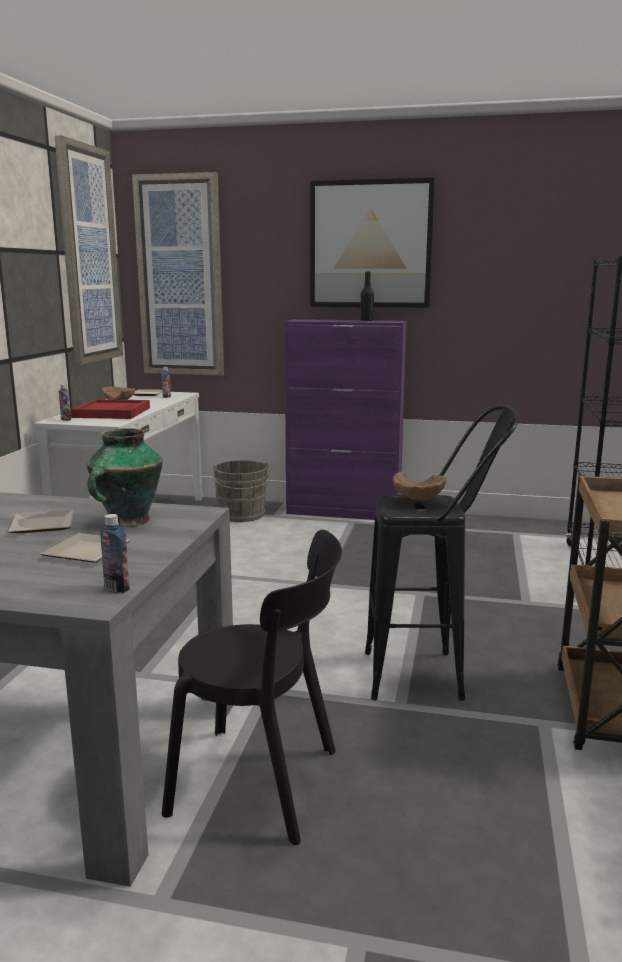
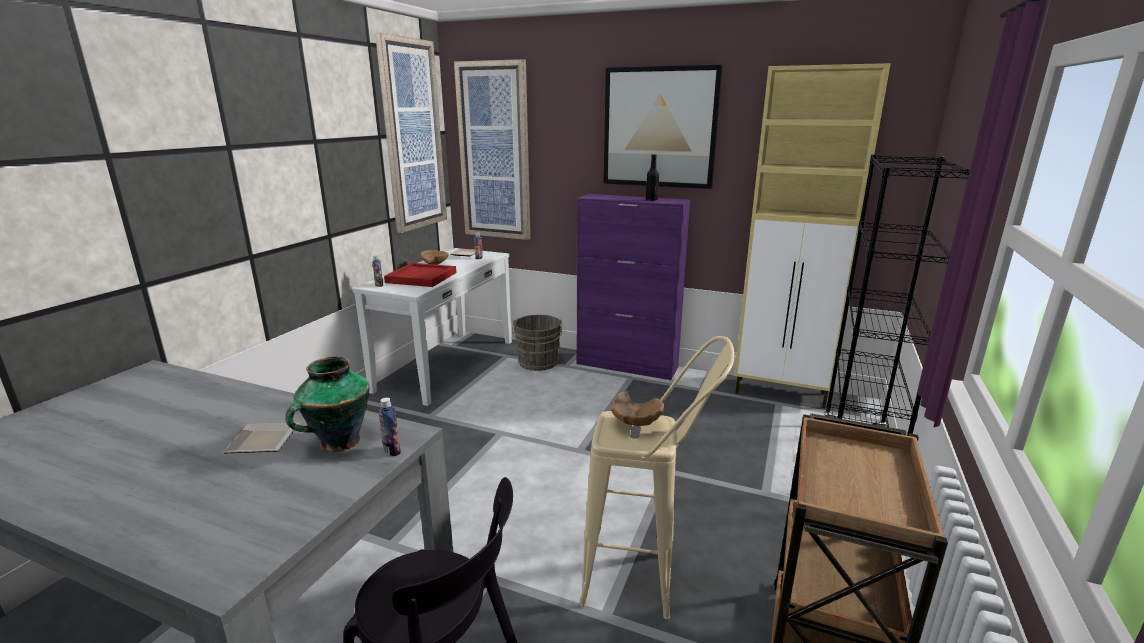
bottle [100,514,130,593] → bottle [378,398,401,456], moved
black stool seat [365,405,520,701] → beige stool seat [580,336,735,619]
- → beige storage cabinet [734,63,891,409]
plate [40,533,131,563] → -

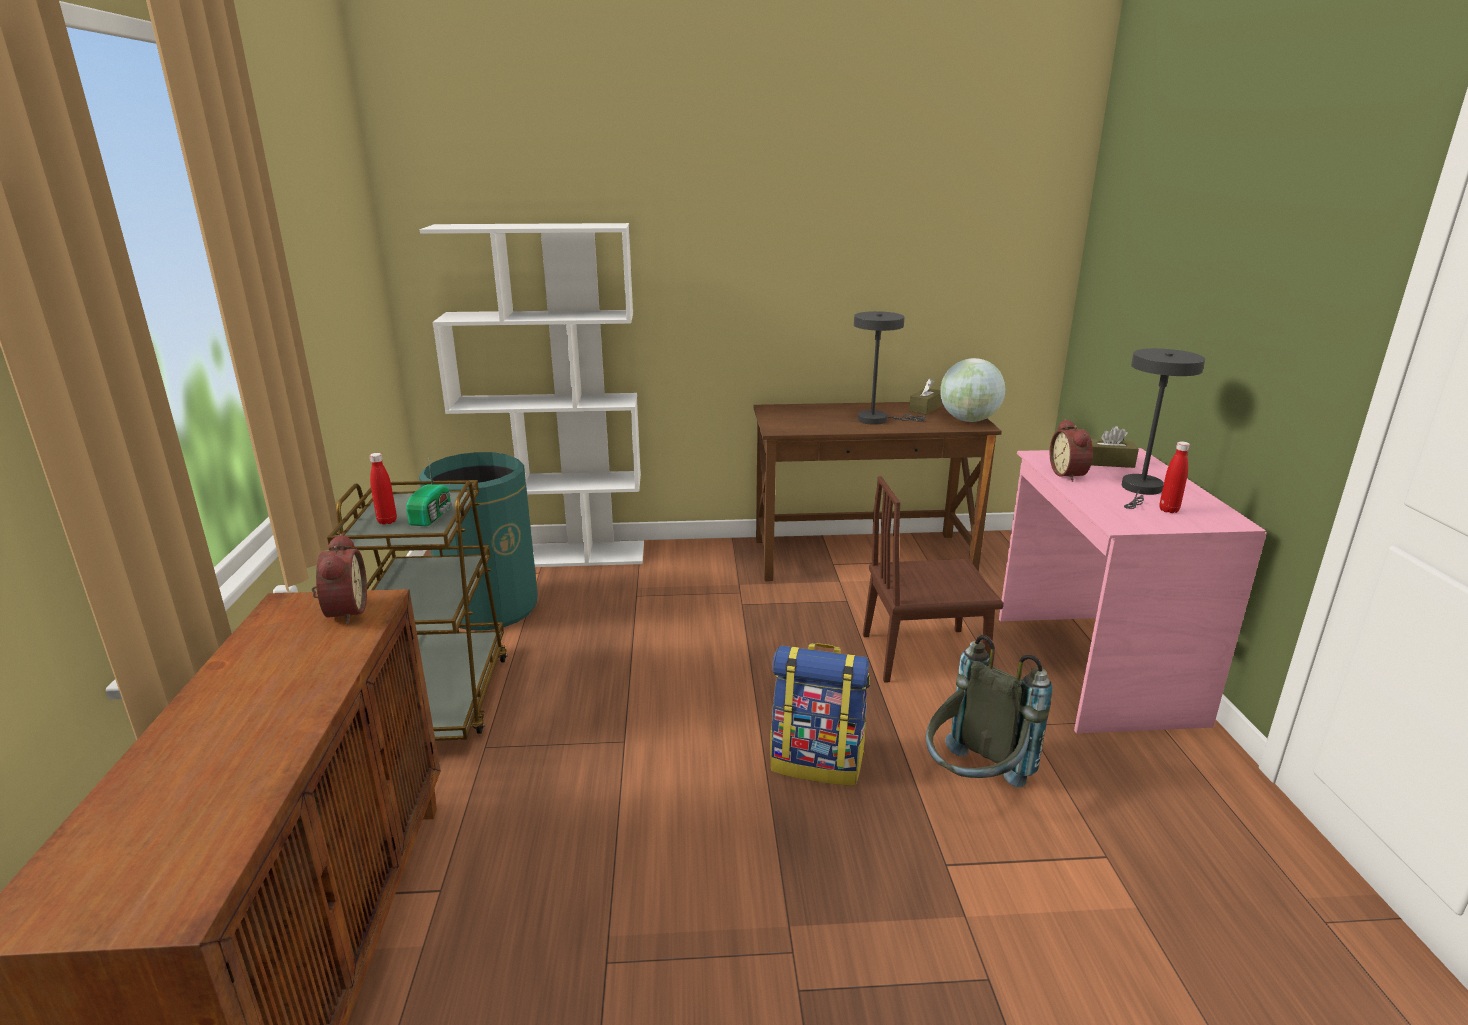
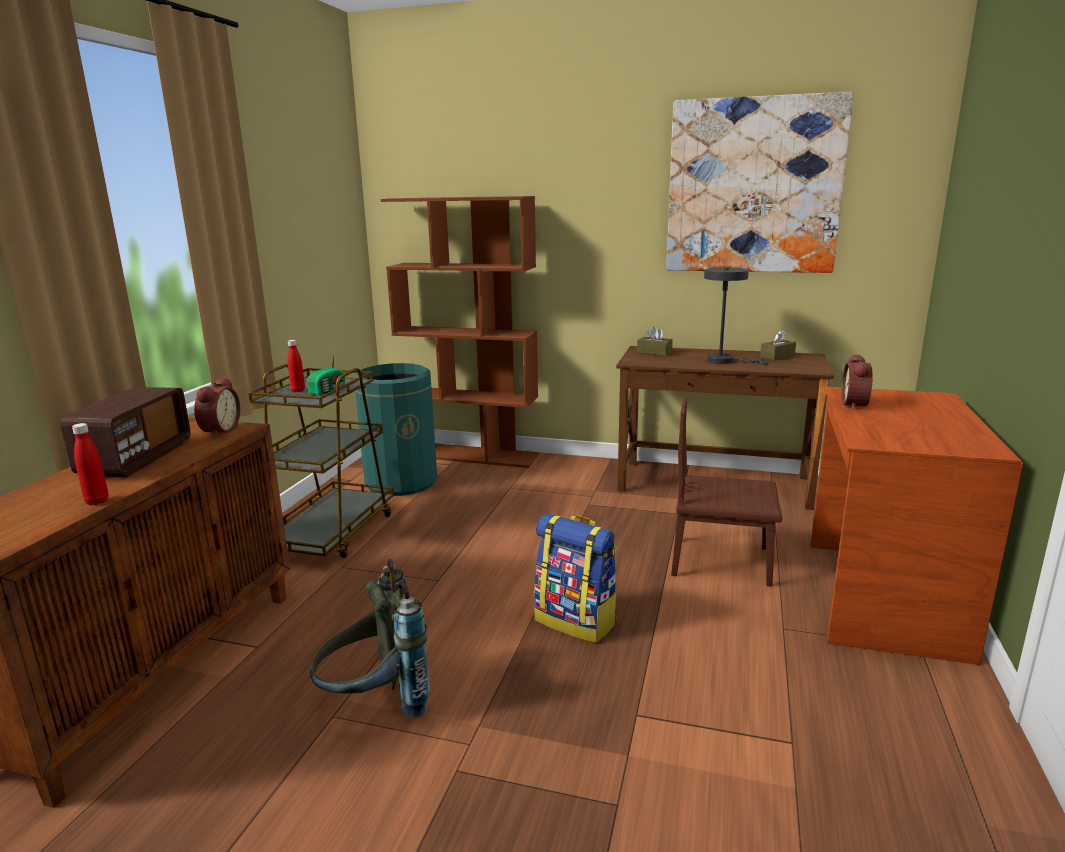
- → radio receiver [60,387,191,477]
reddish bottle [1159,441,1190,513] → reddish bottle [72,423,109,505], moved
grey knapsack [926,635,1052,787] → grey knapsack [310,559,430,718], moved
whitish shelving unit [420,223,644,567] → brownish shelving unit [381,196,539,468]
brownish box of tissues [1091,426,1139,468] → brownish box of tissues [637,326,673,356], moved
- → wall art [666,91,854,273]
pink-coloured desk [999,448,1267,733] → brownish desk [810,386,1023,665]
desk globe [940,358,1005,422] → -
grey table lamp [1122,348,1205,509] → -

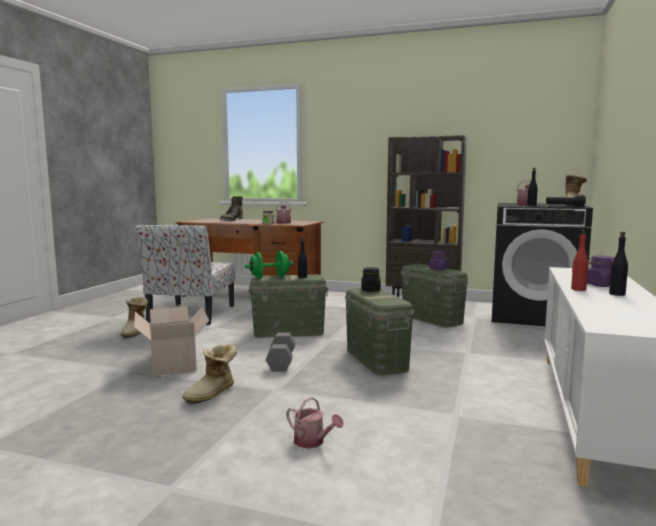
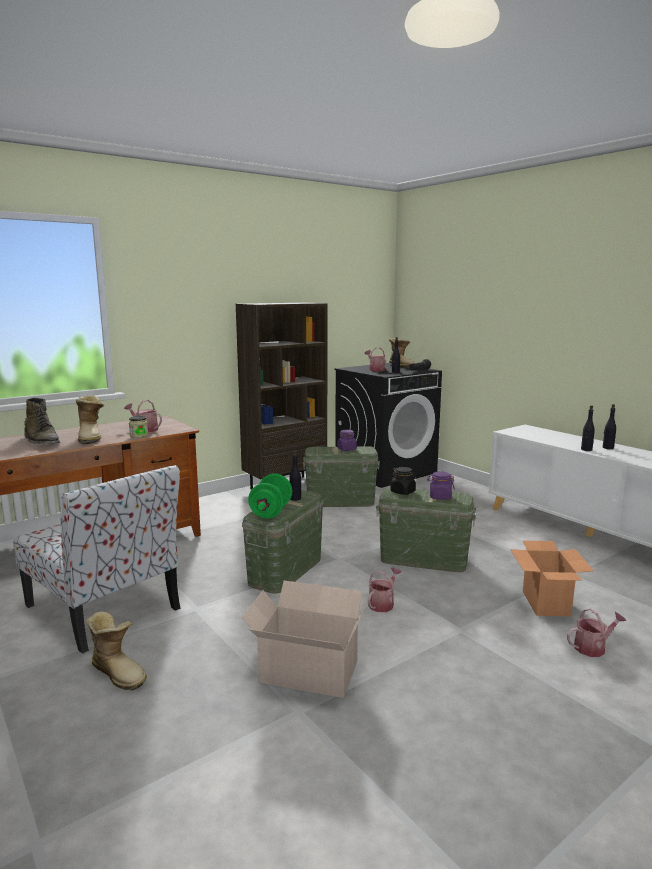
boot [182,344,237,404] → boot [76,395,104,444], moved
grey free weight [266,333,295,372] → sprinkling can [368,567,401,612]
purple-coloured storage jar [587,256,614,287] → purple-coloured storage jar [427,471,455,500], moved
- → carton [510,541,594,616]
reddish bottle [571,230,589,291] → black bottle [581,406,595,451]

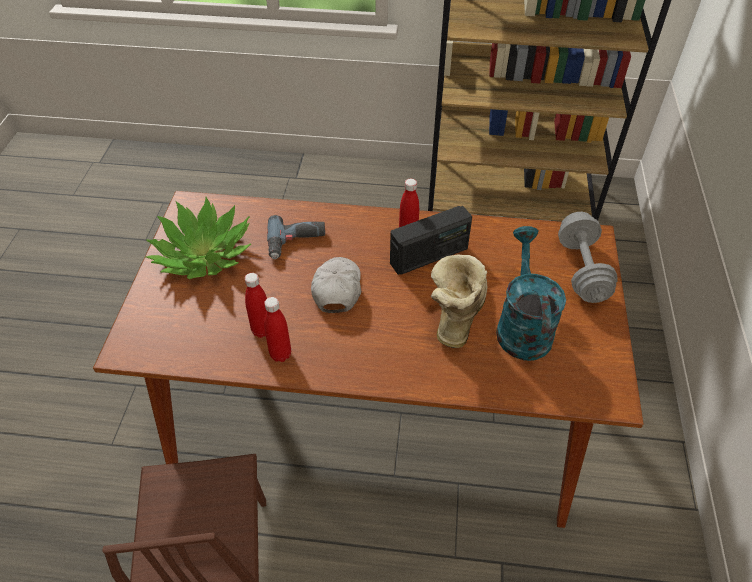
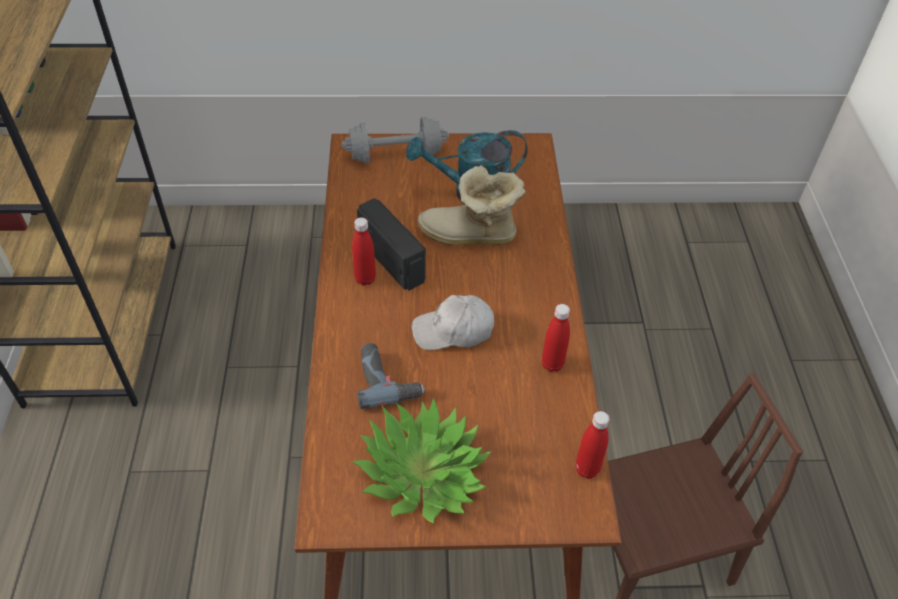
reddish bottle [245,273,267,338] → reddish bottle [575,411,610,479], moved

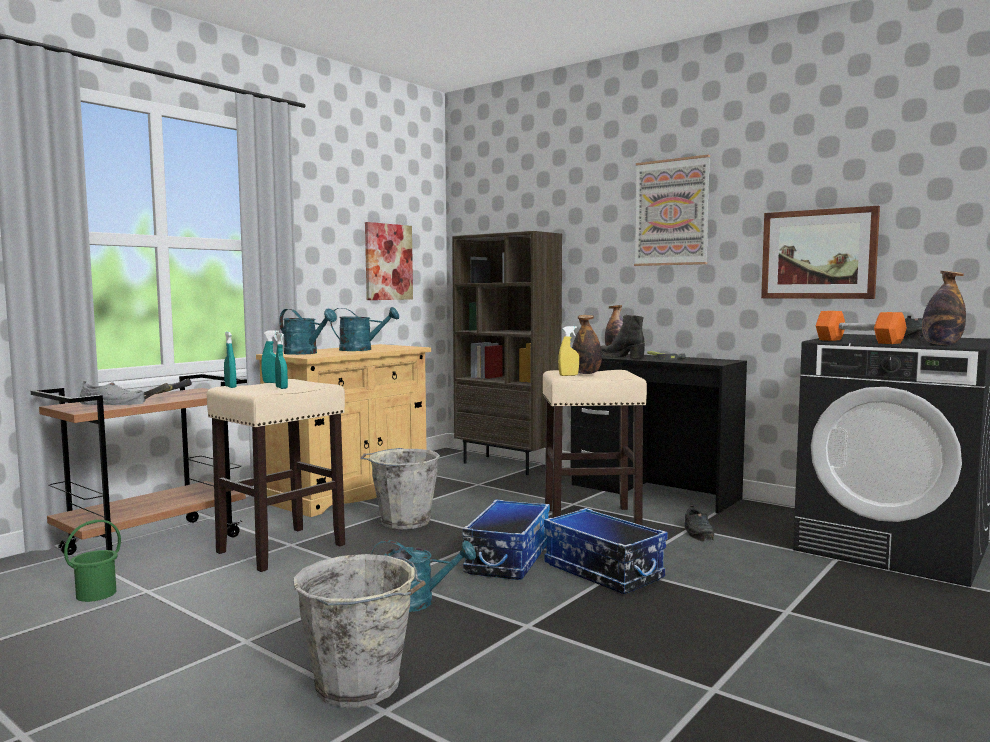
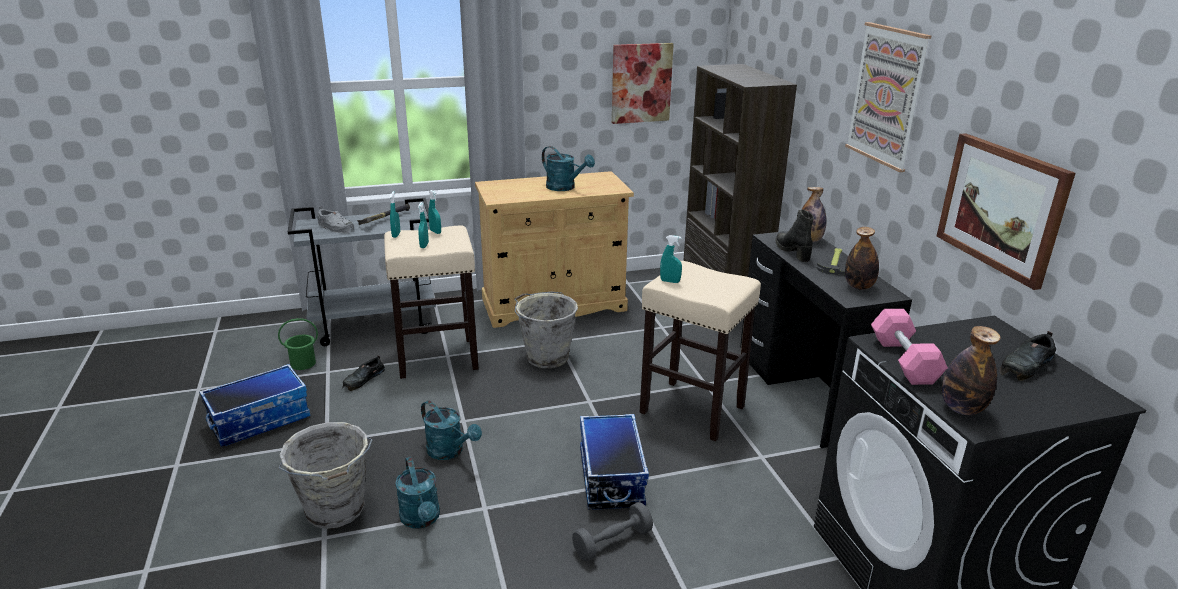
storage bin [462,499,550,580] → storage bin [199,364,310,447], moved
brownish cart [31,374,247,555] → grey cart [288,198,436,346]
black shoe [685,505,714,541] → black shoe [342,355,385,391], moved
turquoise sprinkling can [279,309,337,355] → turquoise sprinkling can [395,457,440,528], moved
- → grey free weight [572,502,653,561]
yellow-coloured spray bottle [558,326,579,376] → turquoise spray bottle [660,235,682,283]
bottle [572,315,602,374] → bottle [845,227,879,290], moved
orange free weight [815,311,907,344] → pink-coloured free weight [871,309,948,385]

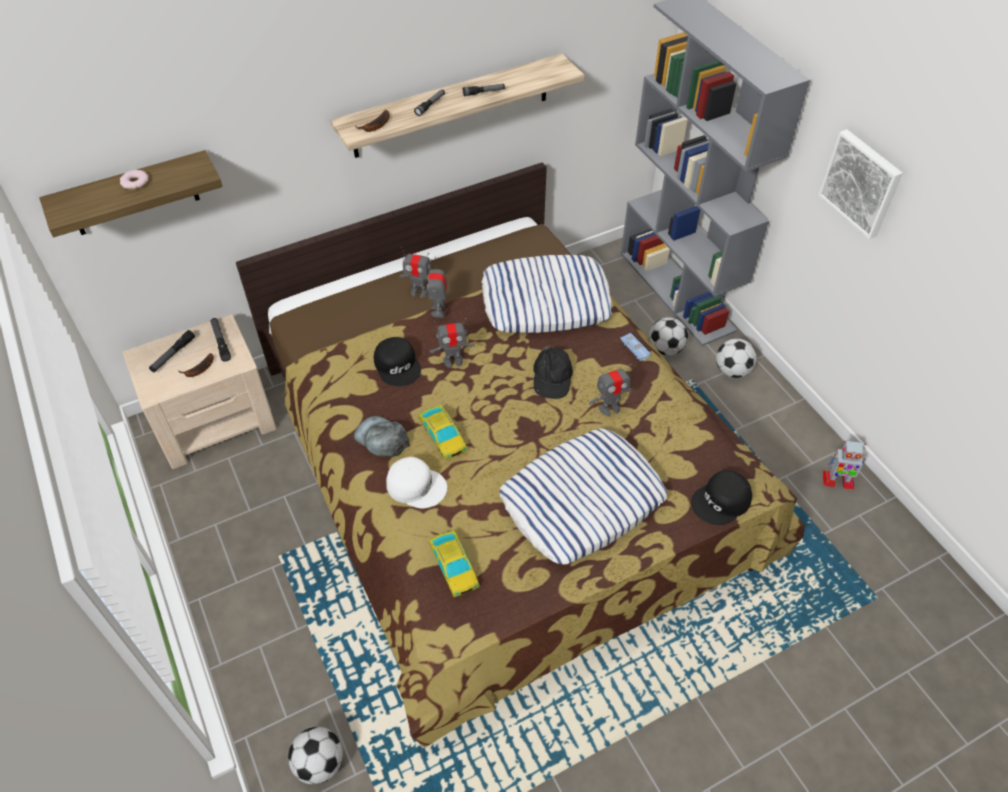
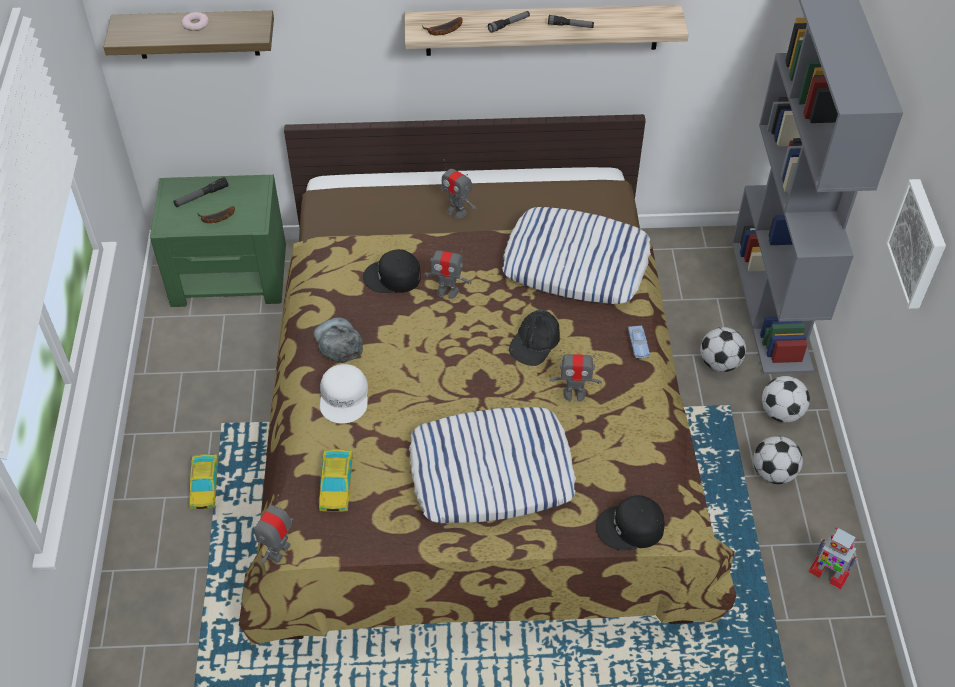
beige night table [122,314,277,469] → green-coloured night table [150,175,286,307]
model car [419,405,468,460] → model car [189,454,218,510], moved
robot figure [427,257,447,318] → robot figure [255,495,293,565], moved
whitish peaked cap [386,457,447,508] → whitish peaked cap [320,364,368,423], 45 degrees clockwise
black peaked cap [374,337,421,387] → black peaked cap [363,249,421,293], 90 degrees clockwise
football [288,727,343,784] → football [753,436,803,484], moved
torch [211,318,231,361] → -

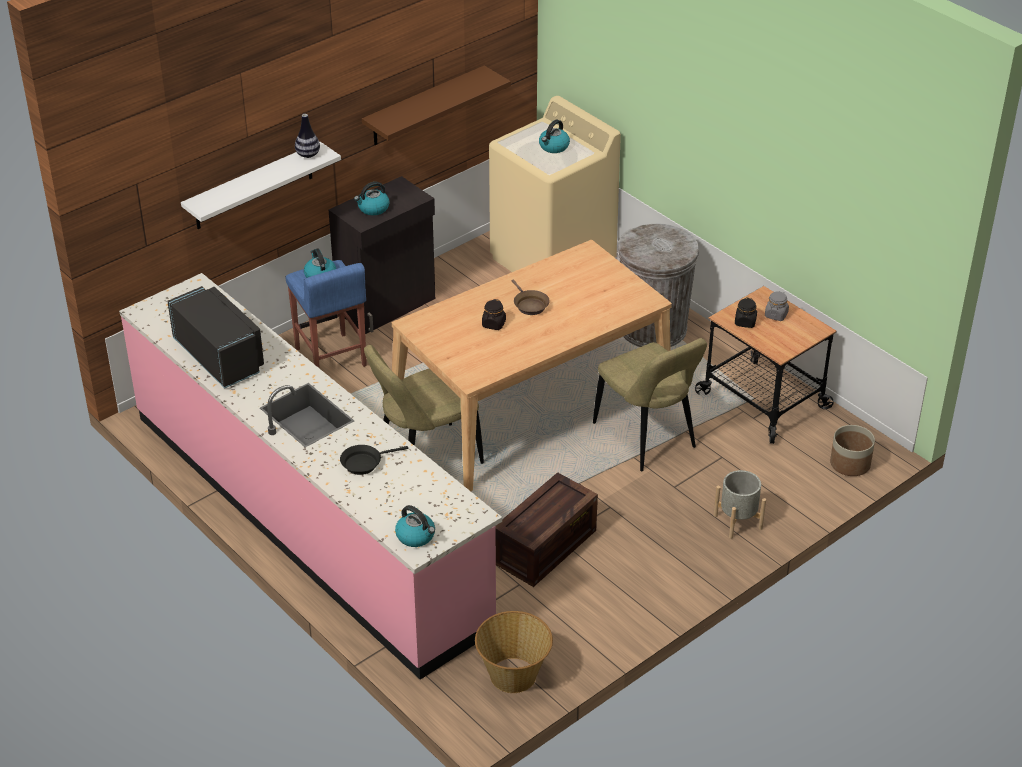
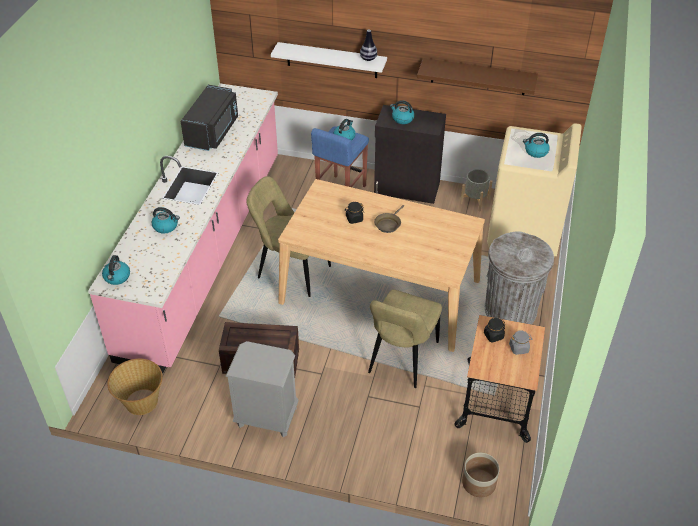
black skillet [340,445,408,475] → kettle [152,207,180,234]
- → grey night table [226,341,299,437]
grey flower pot [714,470,766,539] → grey flower pot [460,169,493,212], moved

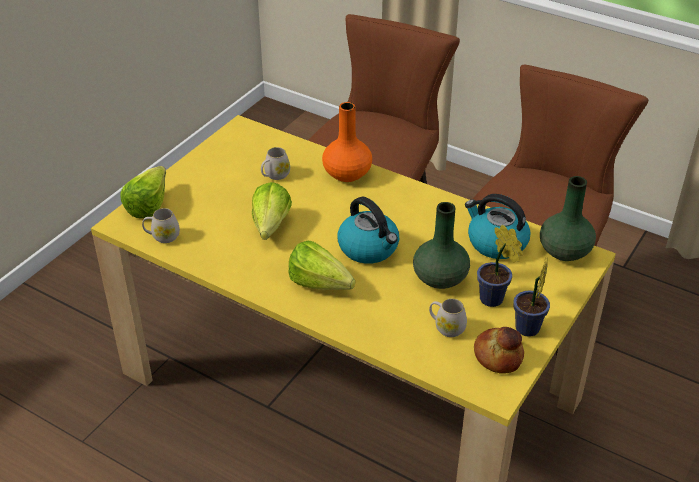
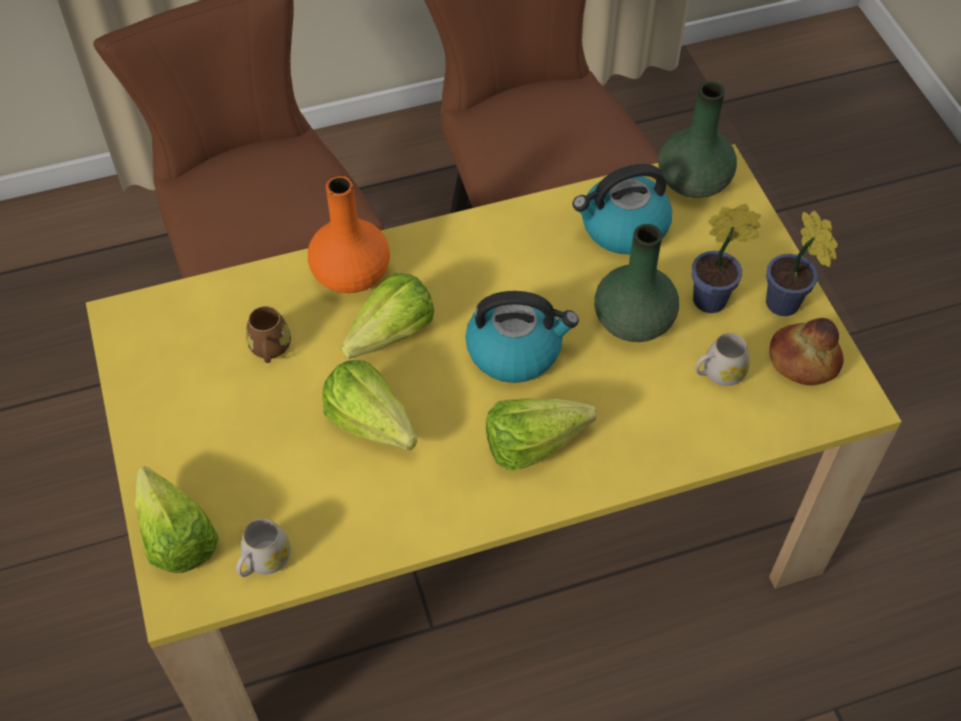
whitish tea mug [261,147,290,180] → brownish tea mug [246,306,291,363]
- → lettuce [341,273,434,359]

